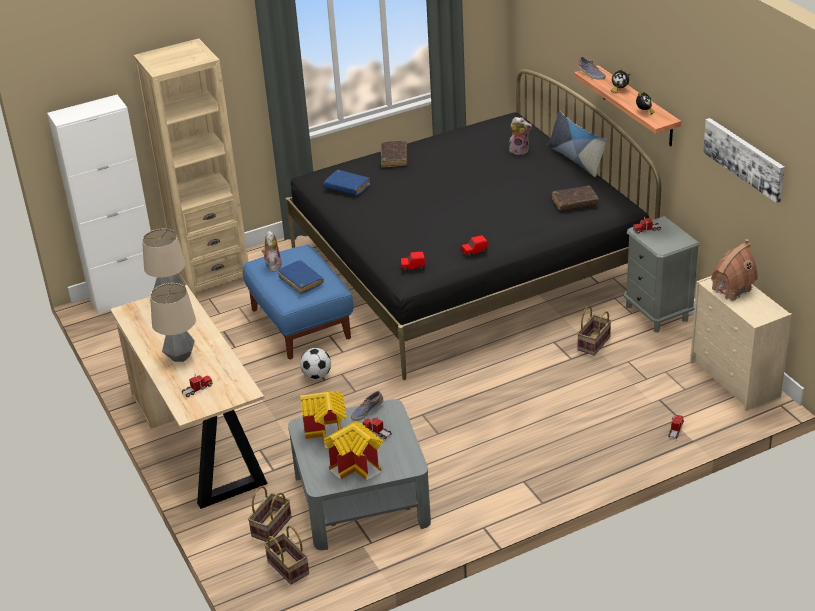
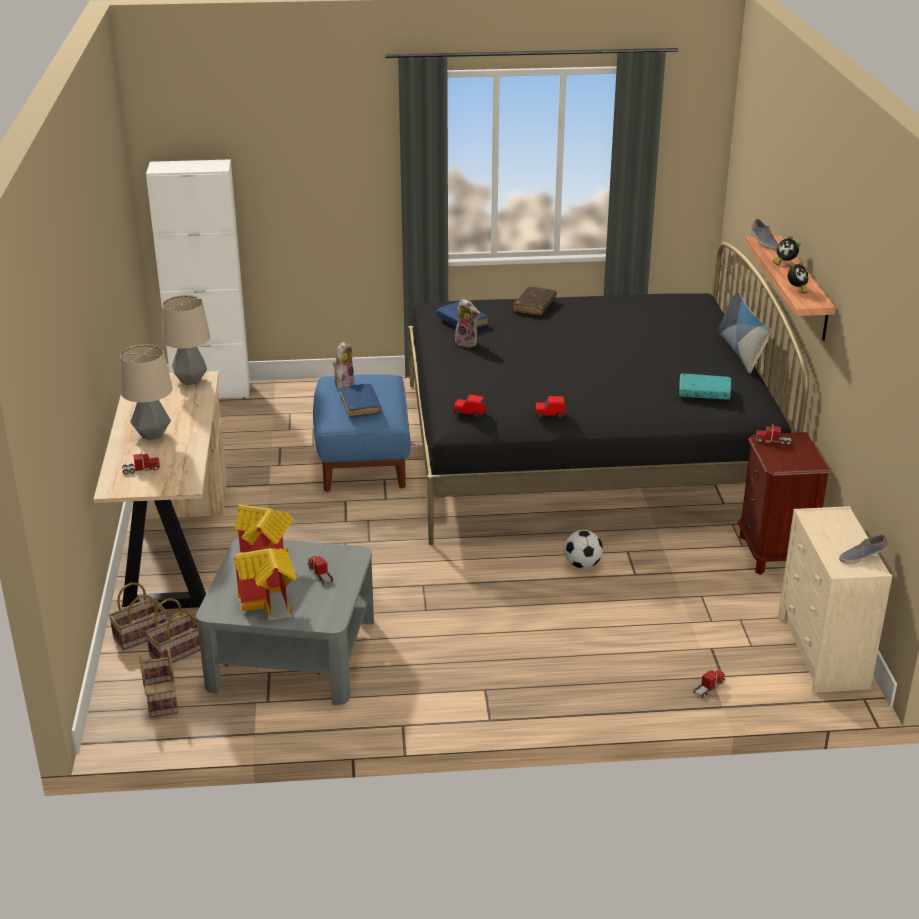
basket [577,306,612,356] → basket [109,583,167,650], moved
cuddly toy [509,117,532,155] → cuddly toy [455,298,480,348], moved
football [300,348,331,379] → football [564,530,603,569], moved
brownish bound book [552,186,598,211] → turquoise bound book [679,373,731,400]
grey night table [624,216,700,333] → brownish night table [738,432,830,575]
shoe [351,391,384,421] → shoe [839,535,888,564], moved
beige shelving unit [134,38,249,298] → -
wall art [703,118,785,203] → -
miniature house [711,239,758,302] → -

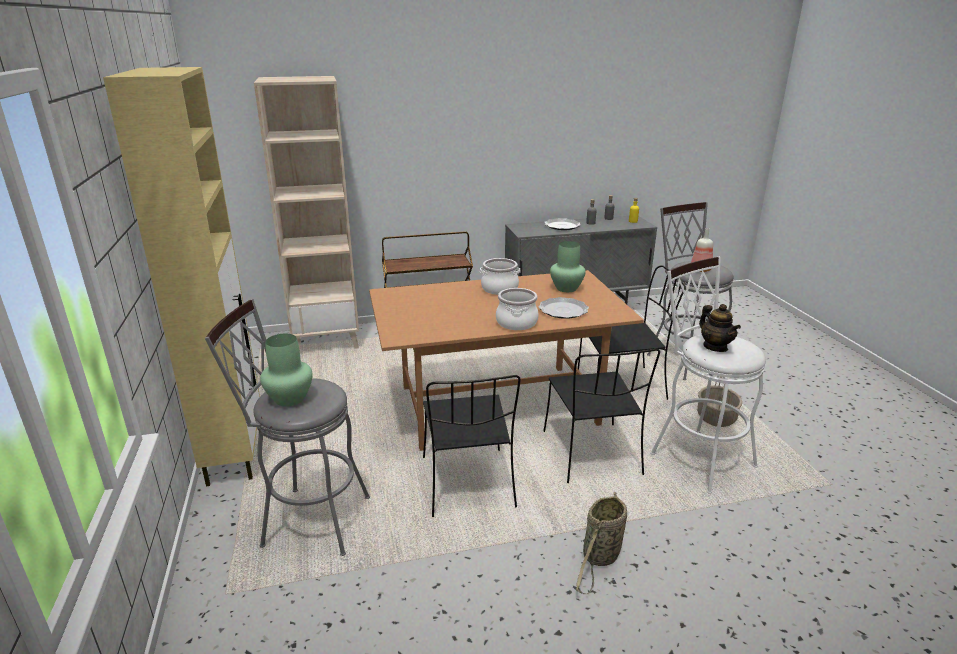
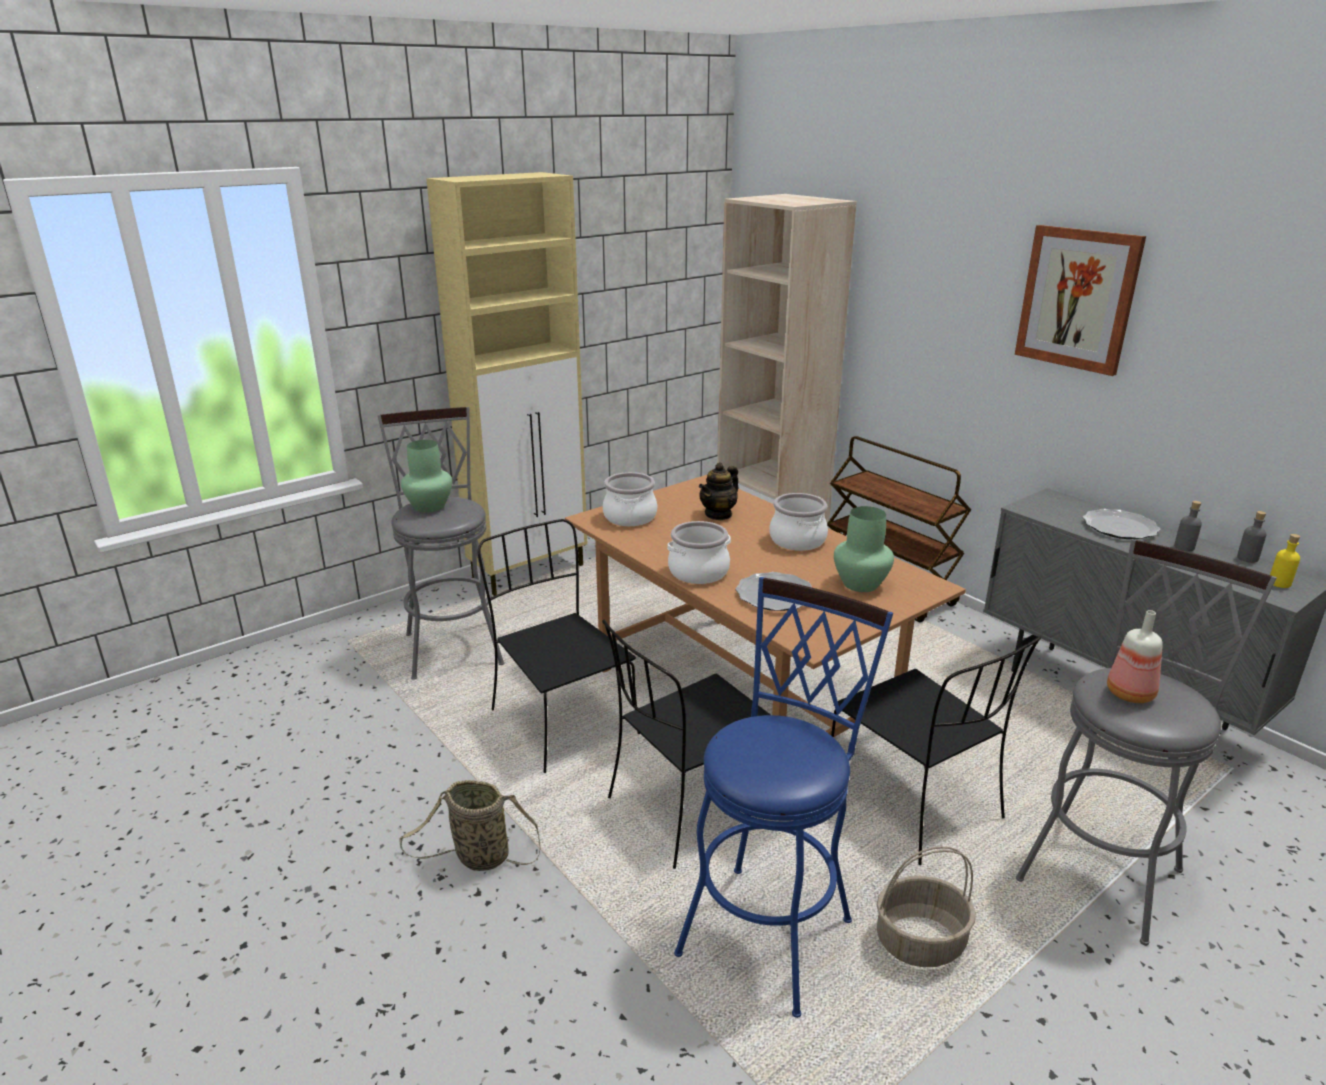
black plain chair [423,375,521,517] → black plain chair [478,519,640,773], 90 degrees clockwise
- → stockpot [603,472,657,526]
whitish stool seat [650,257,766,494] → blue-coloured stool seat [674,577,893,1018]
teapot [699,304,741,352] → teapot [699,463,739,520], moved
- → wall art [1015,225,1146,376]

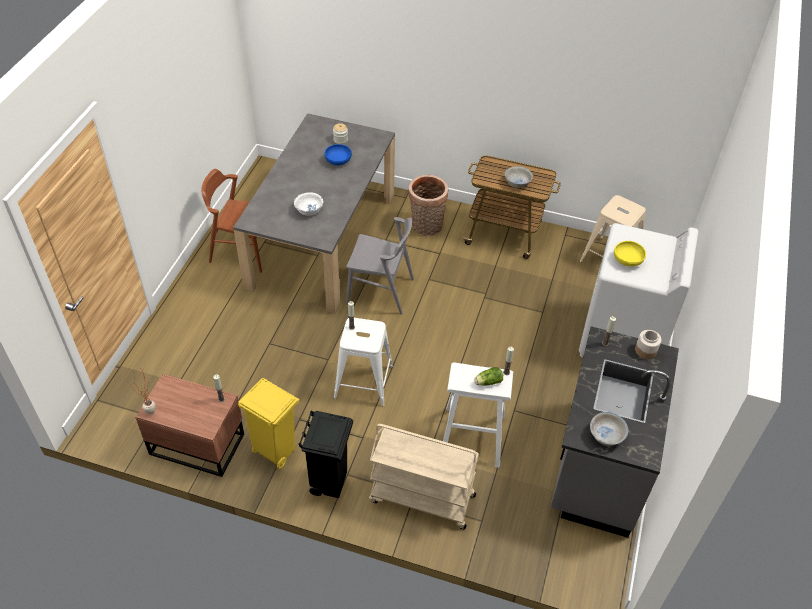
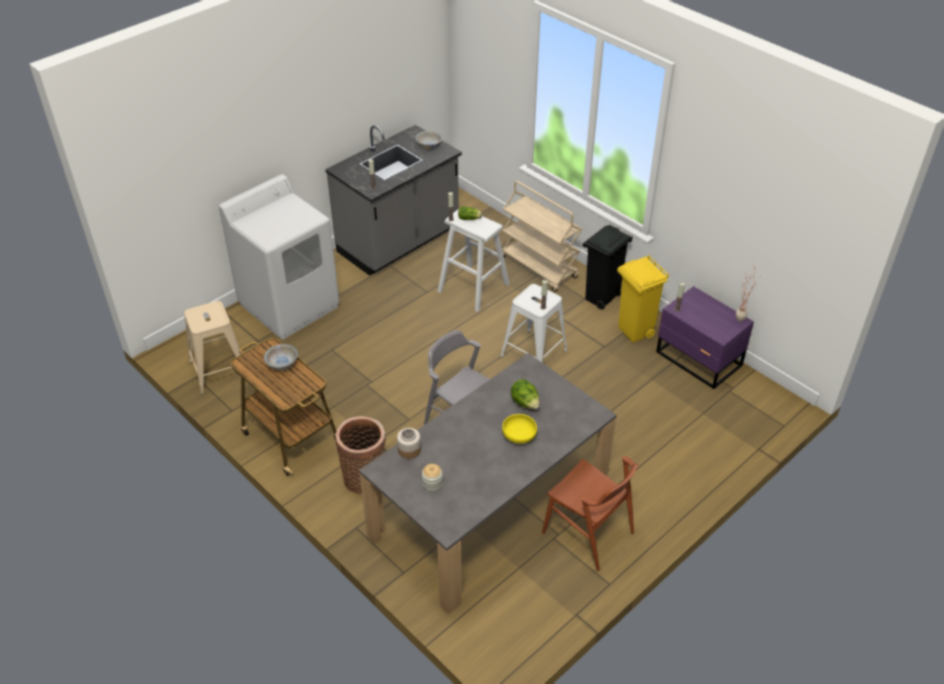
storage jar [635,330,661,359] → storage jar [397,428,421,459], moved
yellow-coloured serving bowl [614,241,646,266] → yellow-coloured serving bowl [502,414,537,444], moved
whitish serving bowl [294,192,323,216] → lettuce [511,379,539,409]
brownish night table [135,374,244,477] → purple-coloured night table [656,286,754,389]
blue-coloured serving bowl [325,144,352,165] → -

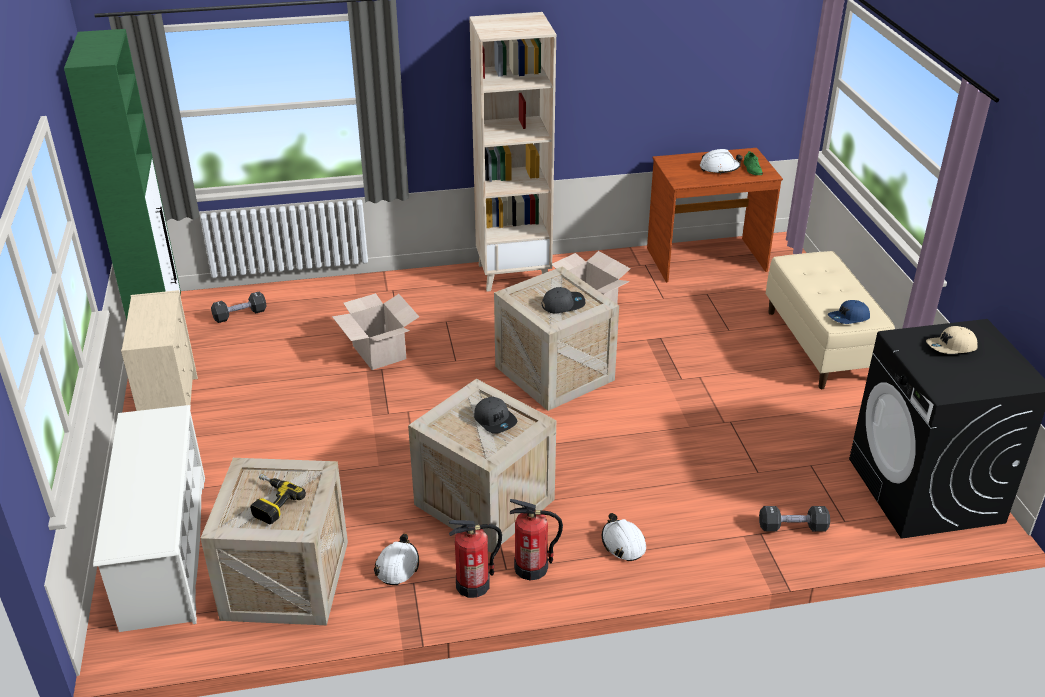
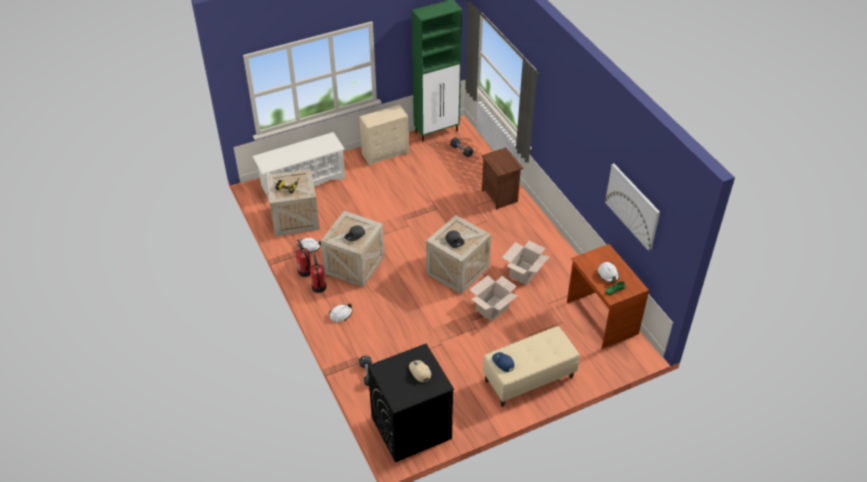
carton [332,293,419,370] → carton [469,276,518,321], moved
- → brownish night table [481,148,523,209]
- → wall art [605,164,660,251]
beige shelving unit [469,12,556,292] → -

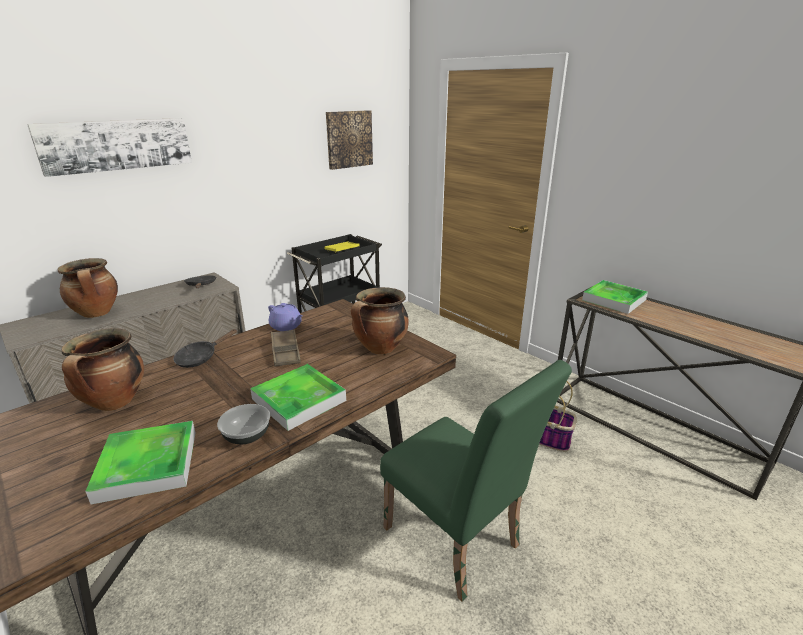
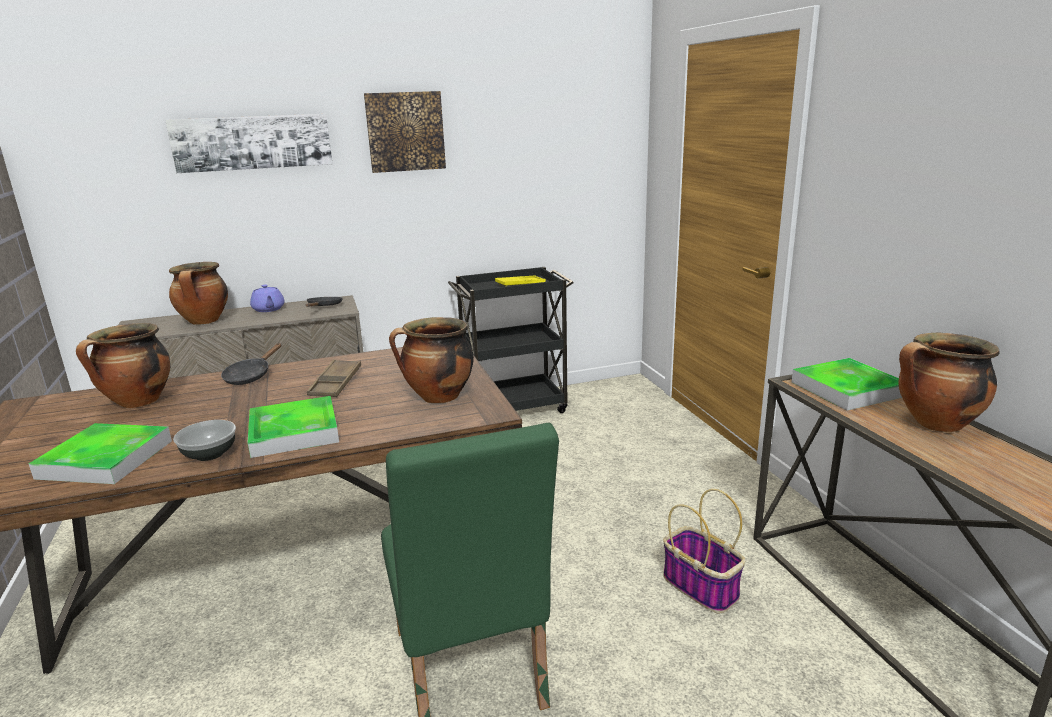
black skillet [173,329,237,368] → black skillet [221,343,281,385], 45 degrees counterclockwise
purple-coloured teapot [268,303,302,331] → purple-coloured teapot [250,284,285,312], moved
wall art [326,110,373,170] → wall art [364,91,446,173], moved
- → stockpot [898,333,1000,432]

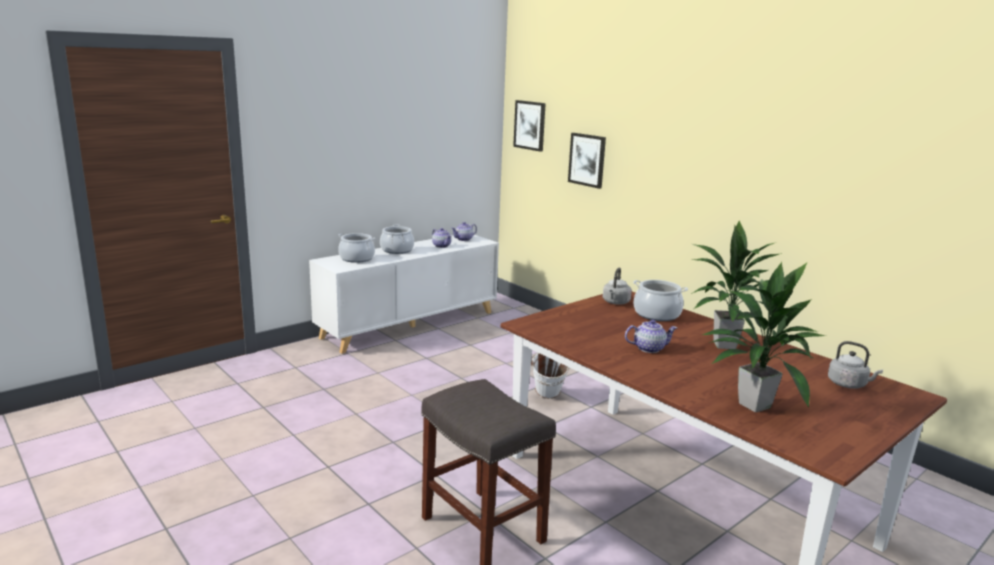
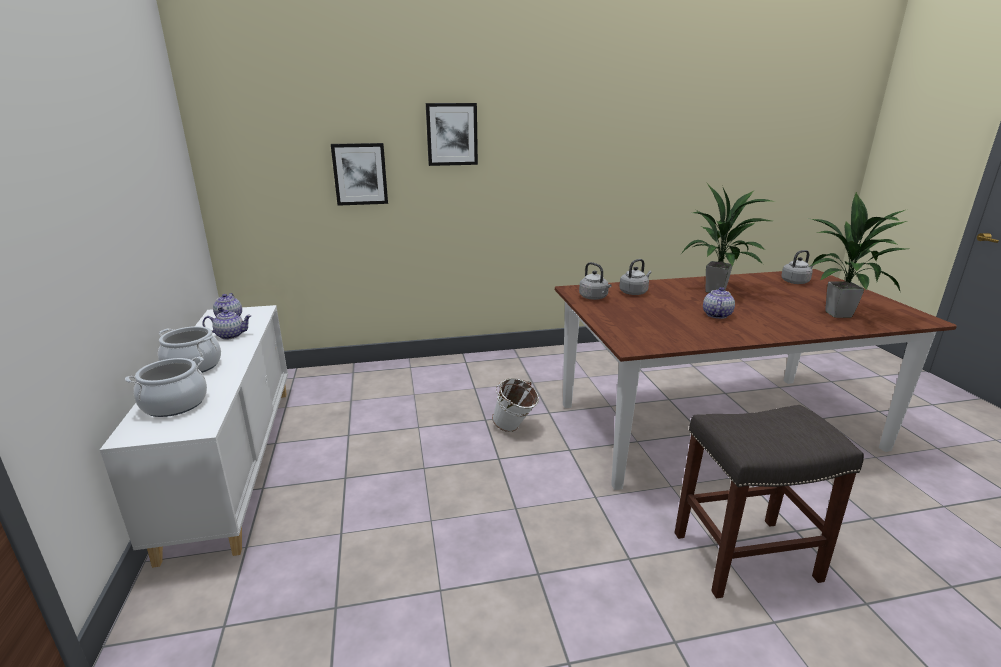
wall art [513,100,546,152] → wall art [426,103,478,166], moved
stockpot [633,280,688,321] → grey kettle [619,259,652,295]

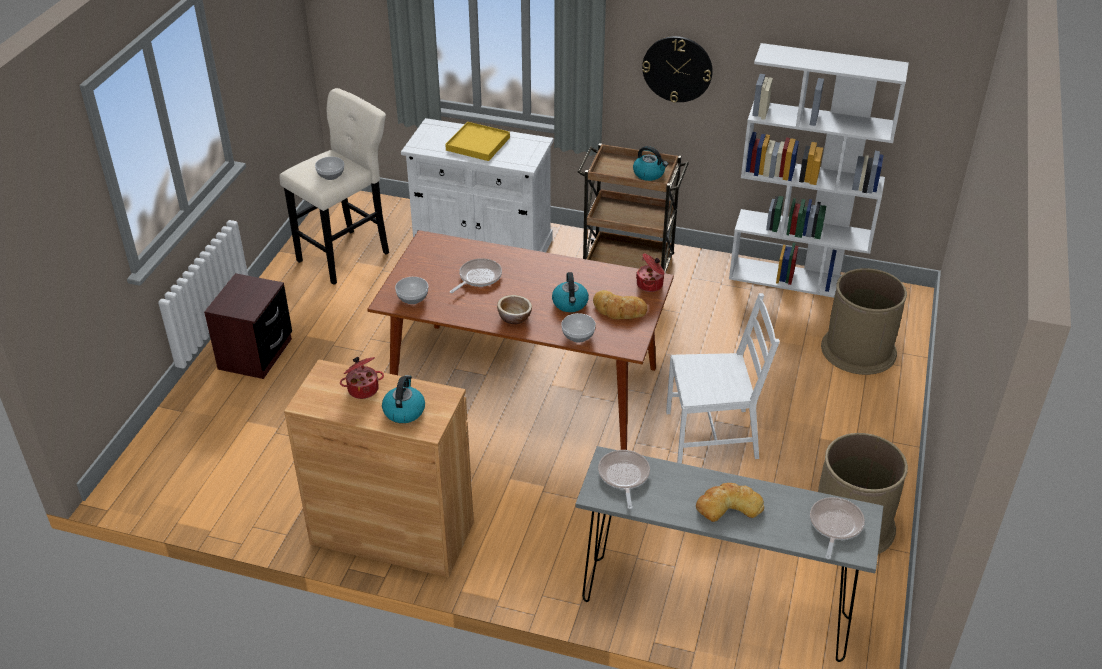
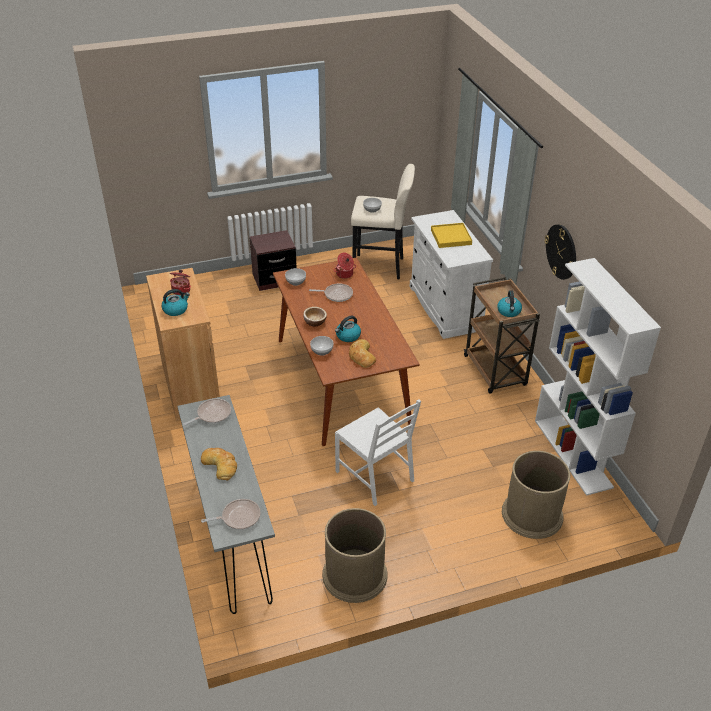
stockpot [636,253,665,292] → stockpot [333,253,356,279], moved

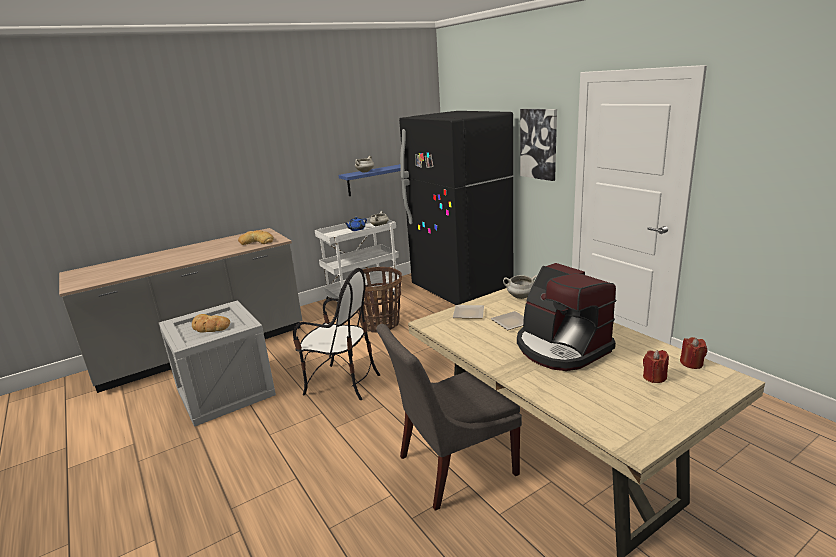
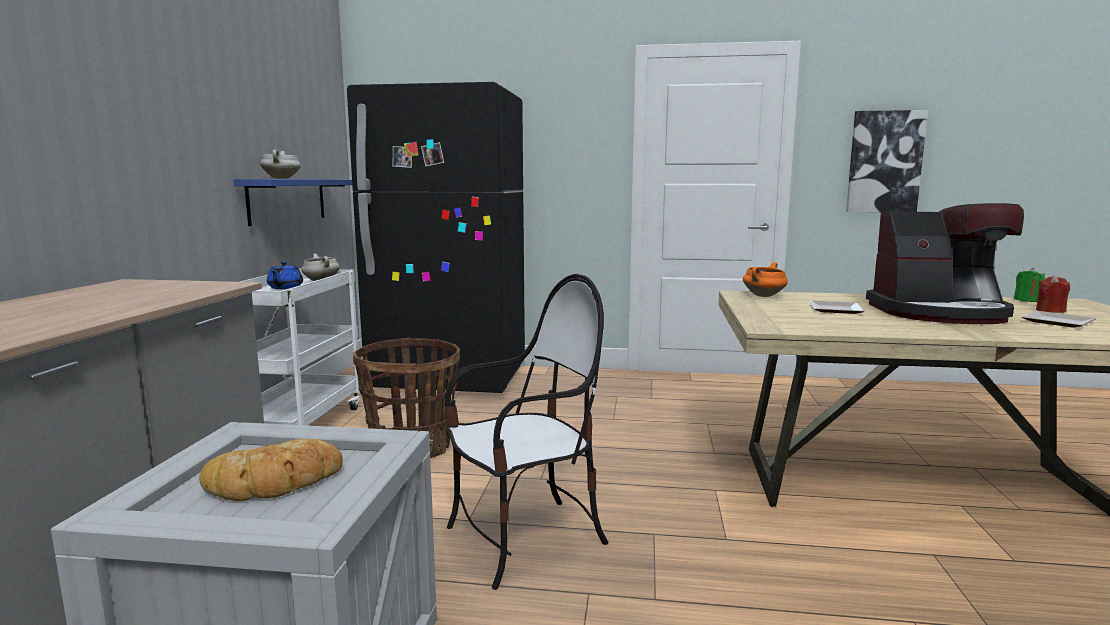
whitish stockpot [503,275,537,299] → orange stockpot [743,262,788,297]
wall art [520,109,557,181] → wall art [846,110,928,212], moved
reddish wax light [680,337,707,369] → green-coloured wax light [1014,268,1045,302]
plate [453,305,484,319] → plate [1022,311,1095,328], moved
baked bread [238,230,274,245] → -
grey plain chair [376,324,522,511] → -

